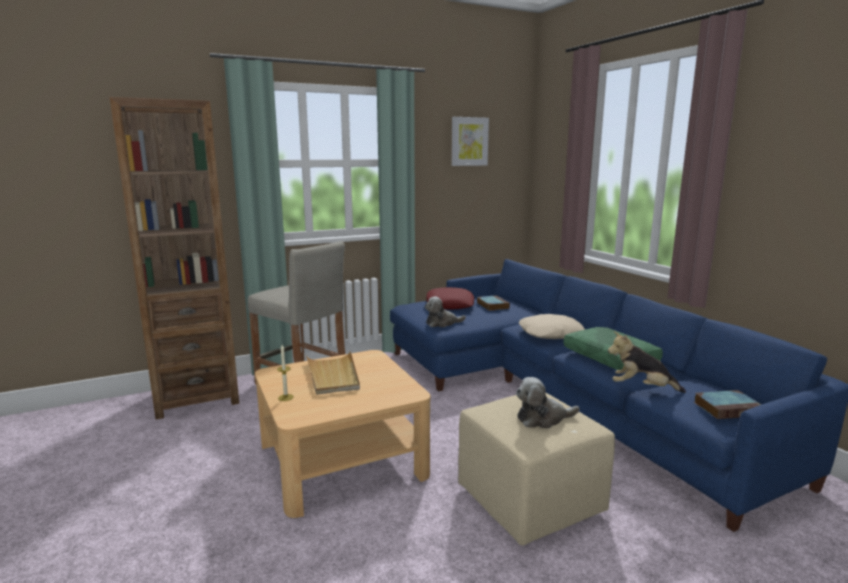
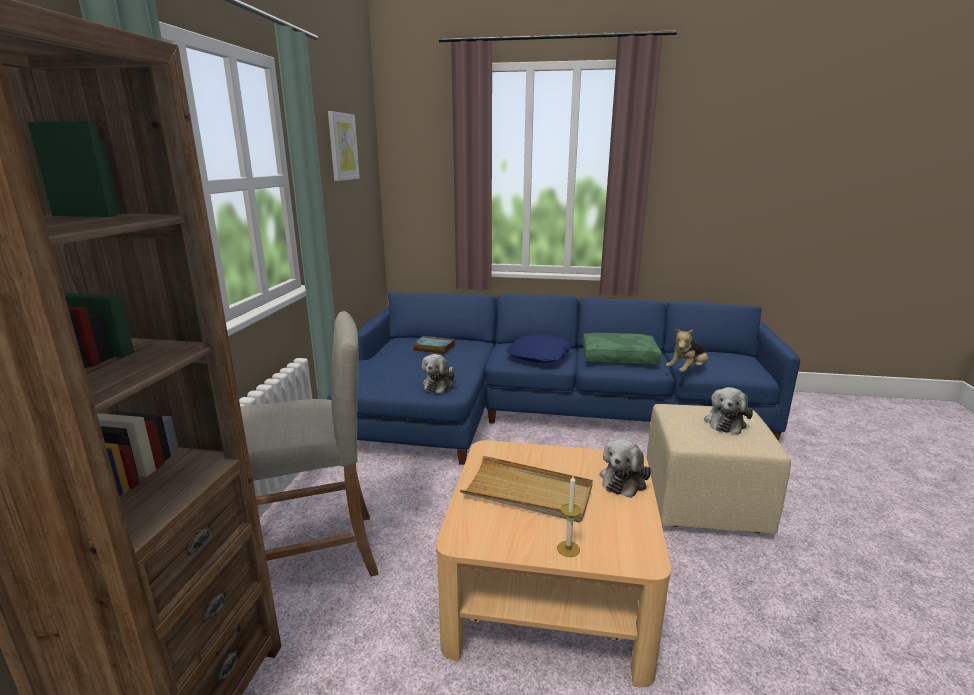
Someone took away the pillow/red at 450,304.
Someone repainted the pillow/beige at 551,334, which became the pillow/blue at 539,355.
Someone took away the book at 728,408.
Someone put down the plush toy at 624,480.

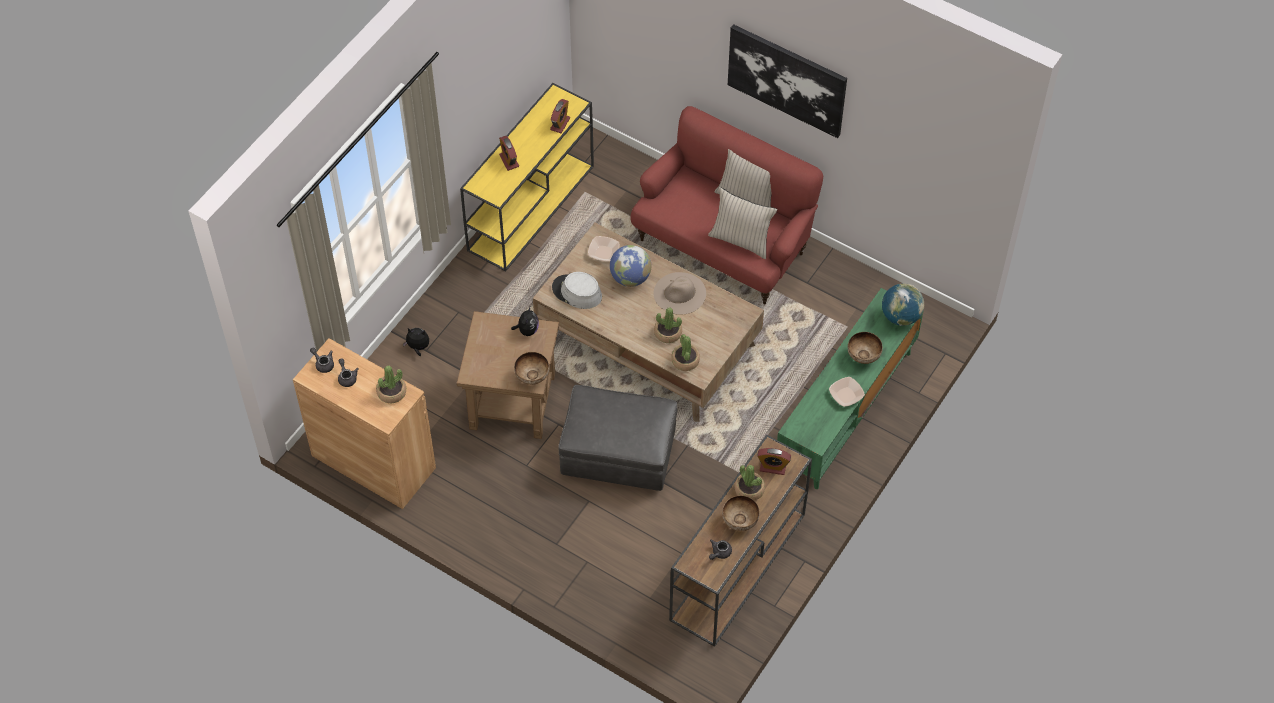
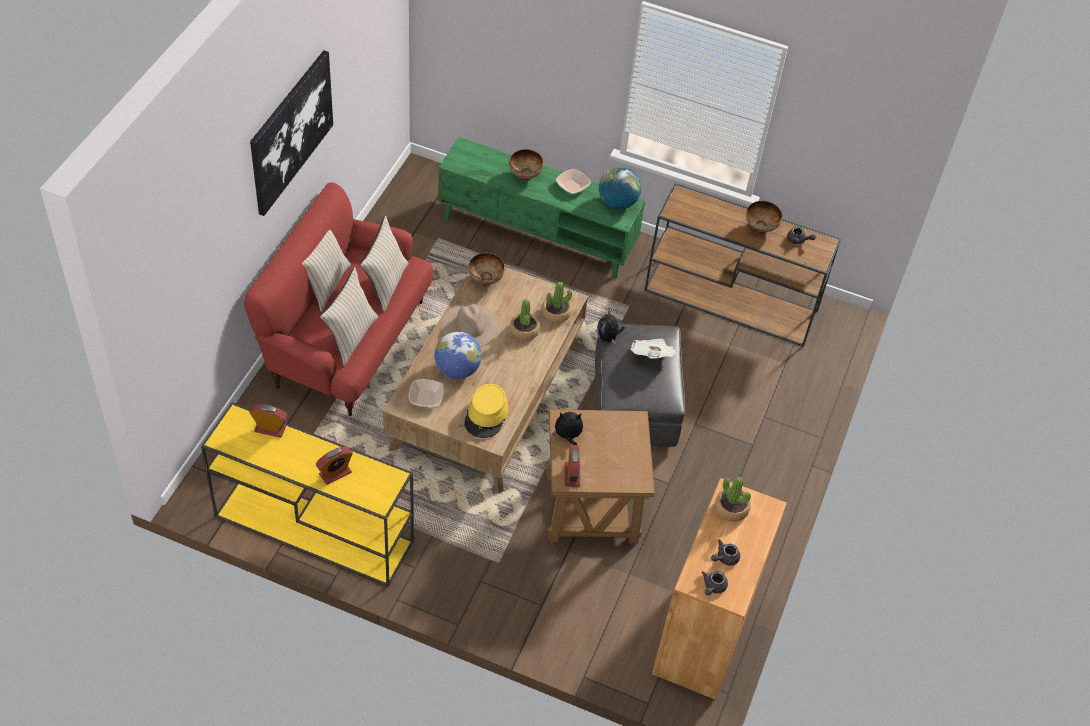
Someone carried the plush toy from 418,347 to 608,337.
Someone carried the bowl from 532,377 to 485,280.
Someone repainted the hat/grey at 577,292, which became the hat/yellow at 486,415.
Someone took away the potted plant at 749,489.
Someone carried the alarm clock from 773,467 to 572,475.
Someone carried the globe from 900,316 to 617,203.
Someone put down the pillow/beige at 350,337.
Someone put down the newspaper at 652,356.

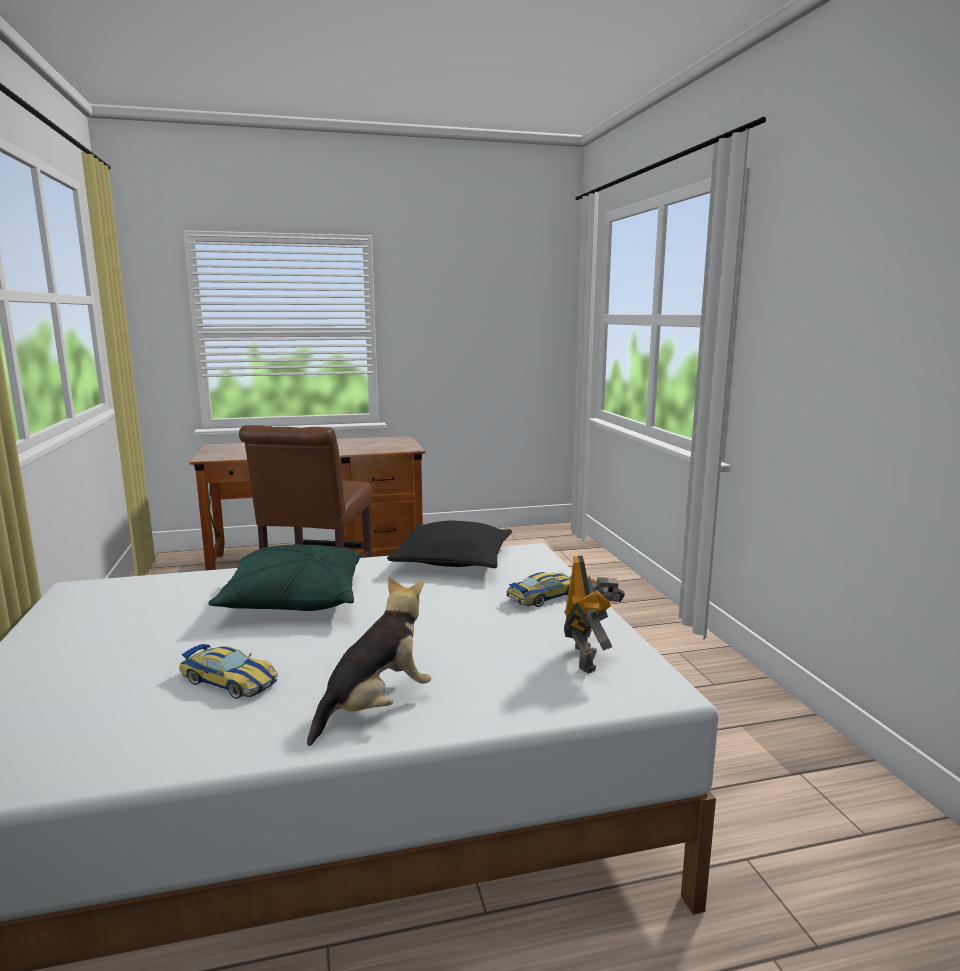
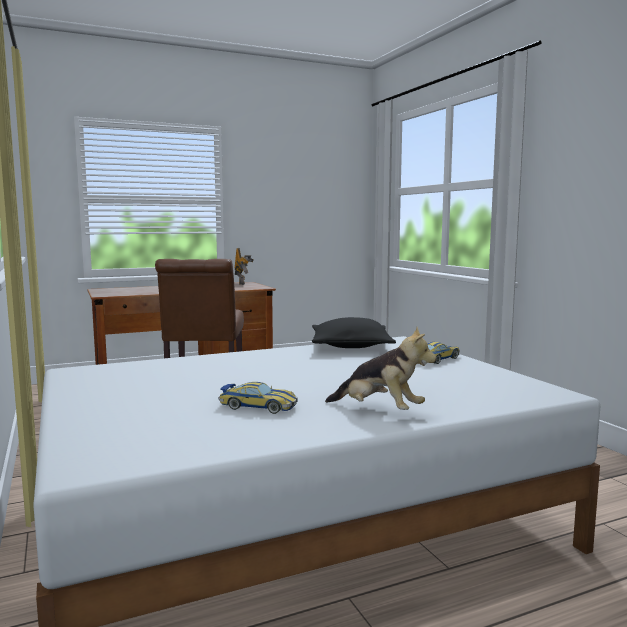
Someone took away the pillow/green at 294,601.
Someone rotated the plush toy at 375,706 by 90 degrees clockwise.
Someone carried the toy robot from 588,658 to 243,283.

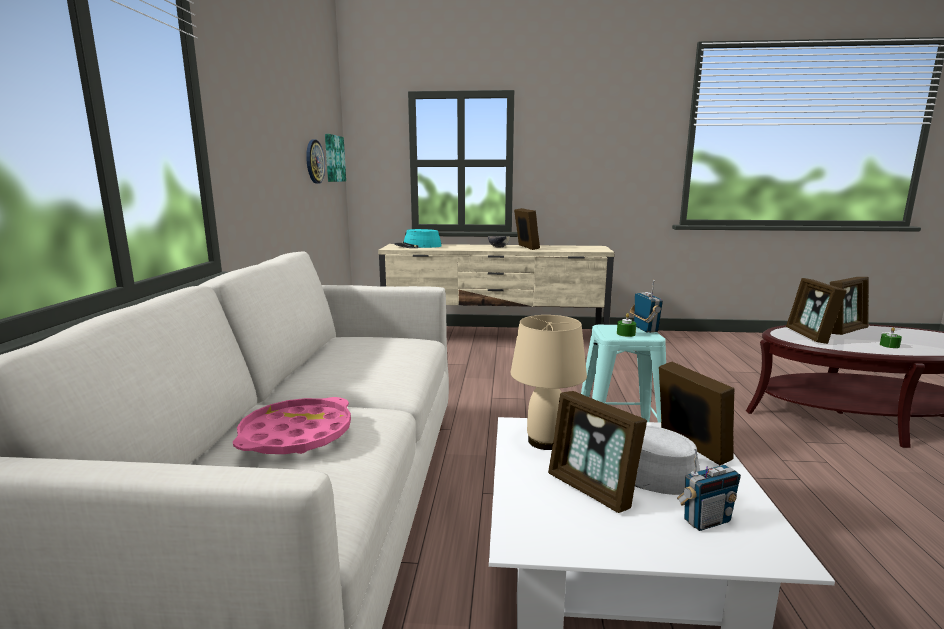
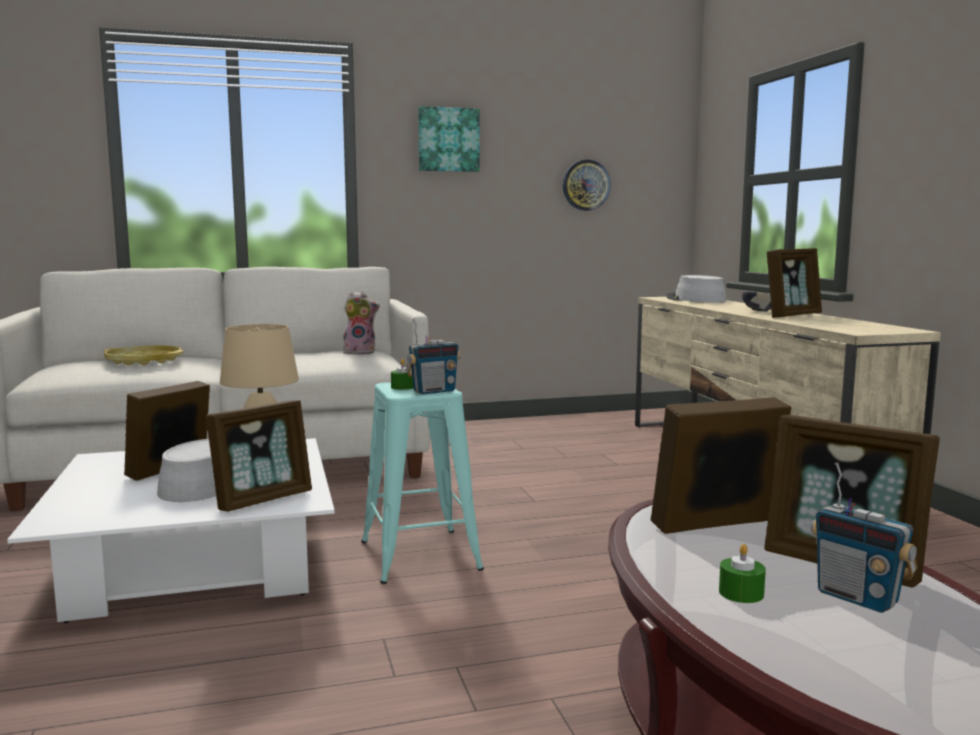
Someone repainted the tray/pink at 296,435, which became the tray/yellow at 144,361.
Someone carried the picture from 333,158 to 448,140.
Someone repainted the hat/turquoise at 418,246, which became the hat/grey at 695,300.
Someone carried the radio from 706,520 to 857,598.
Someone put down the plush toy at 360,352.

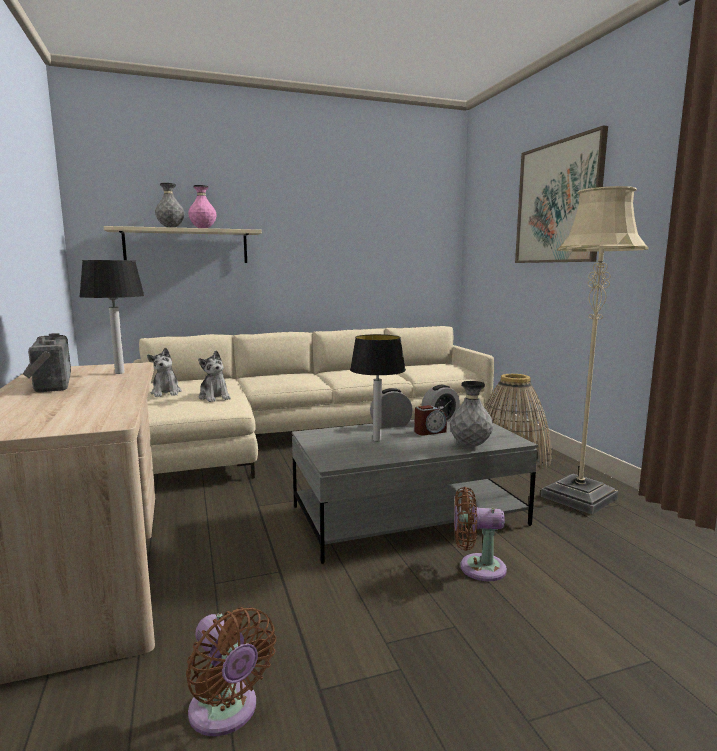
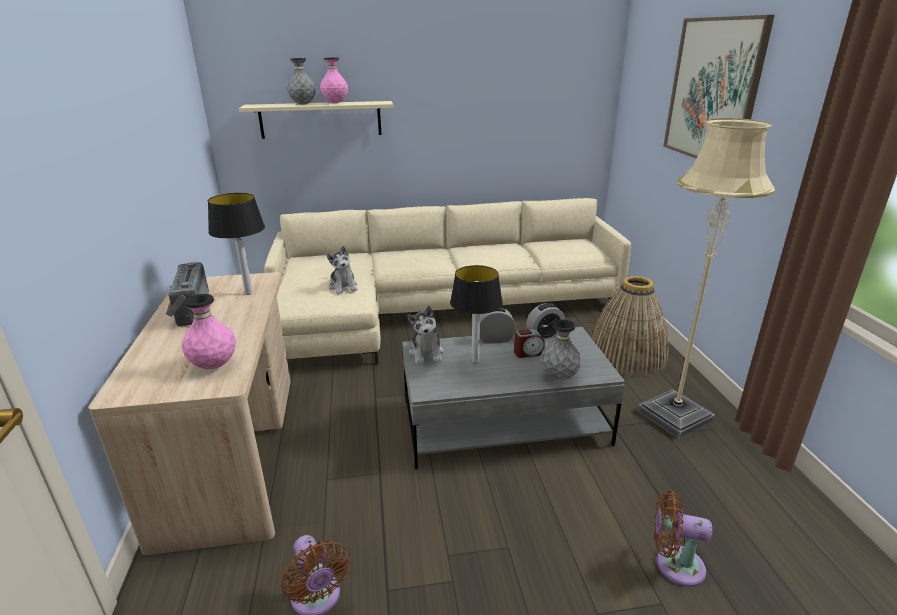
Someone carried the plush toy from 166,393 to 426,353.
Someone carried the fan/brown from 477,567 to 674,564.
Someone put down the vase/pink at 214,366.

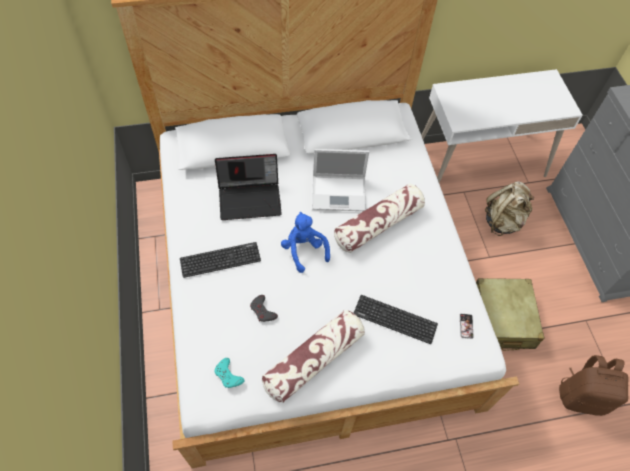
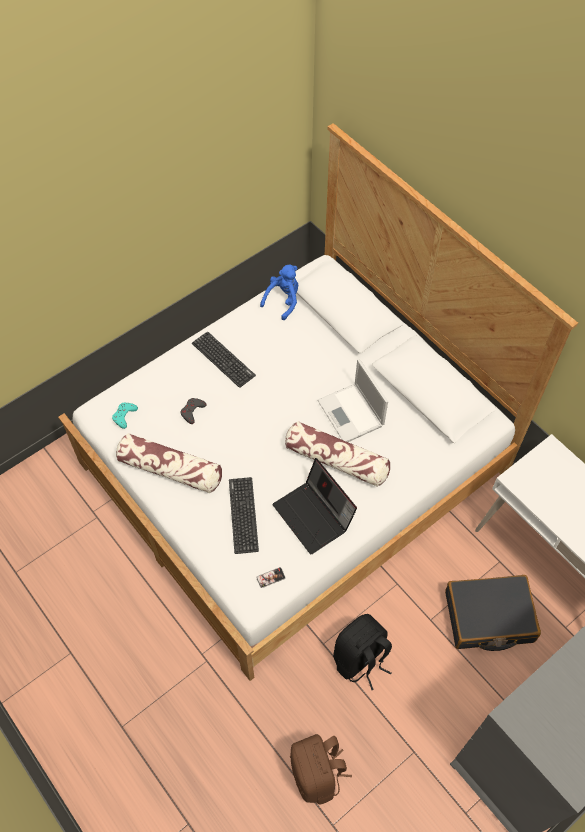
Someone carried the laptop from 250,198 to 314,516.
Someone carried the plush toy/blue from 304,250 to 283,300.
Someone swapped the suitcase/beige at 502,319 for the backpack/black at 360,659.
Someone swapped the backpack/beige at 503,221 for the suitcase/black at 488,617.

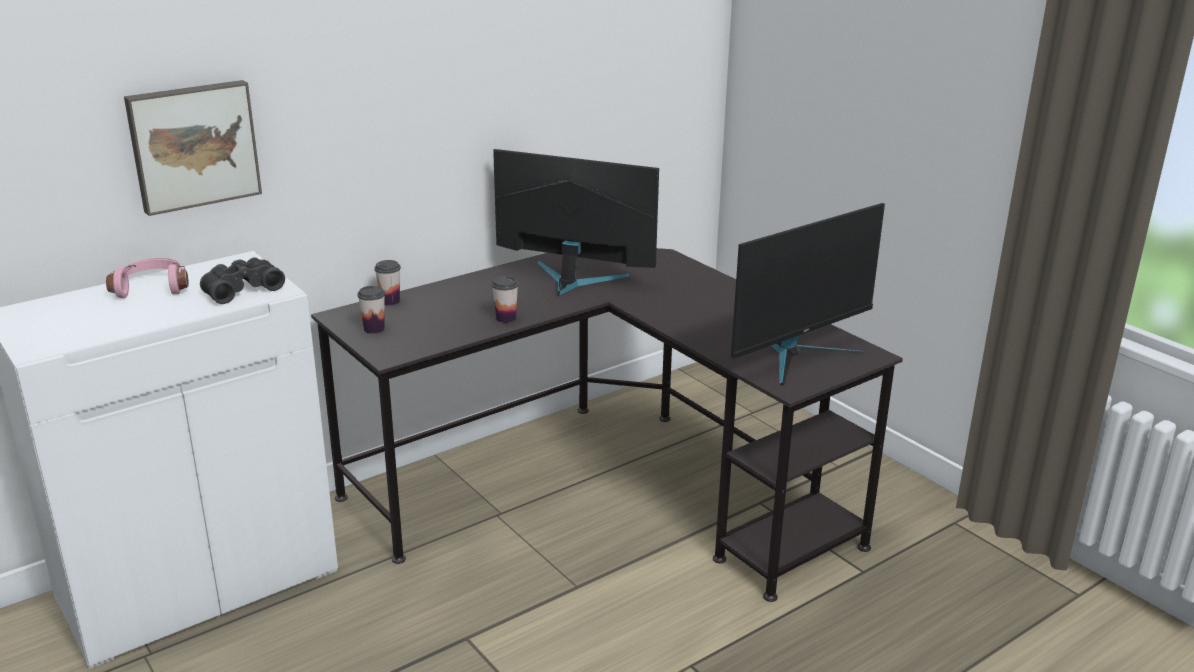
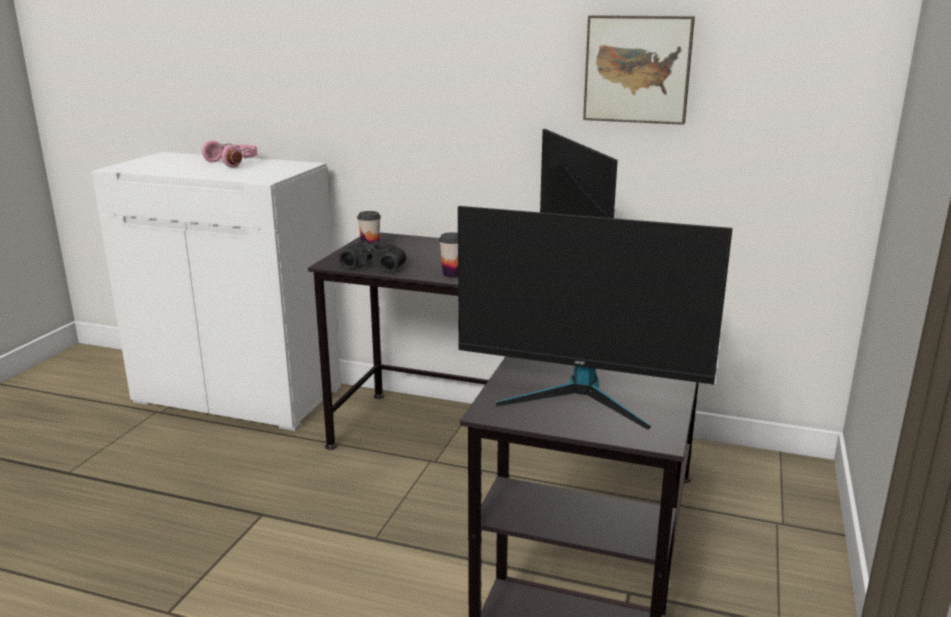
Someone carried the picture from 193,145 to 638,69.
Someone carried the binoculars/black from 241,289 to 375,265.
Someone took away the cup at 390,301.

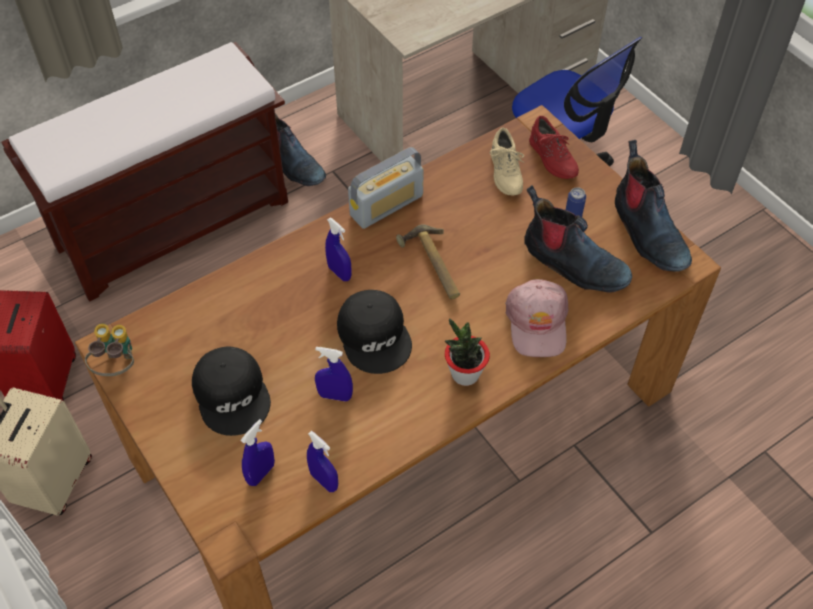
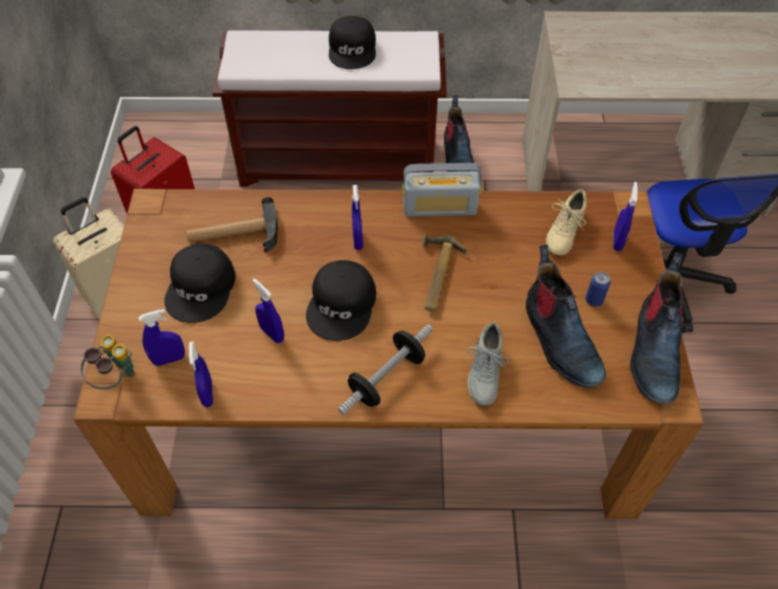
Someone carried the binoculars from 117,367 to 115,378.
Someone swapped the potted plant at 465,374 for the dumbbell at 386,378.
Someone swapped the cap/pink at 537,323 for the shoe/grey at 484,372.
Someone swapped the shoe/red at 552,158 for the spray bottle/blue at 617,241.
Someone put down the hammer at 234,234.
Someone put down the cap/black at 353,49.

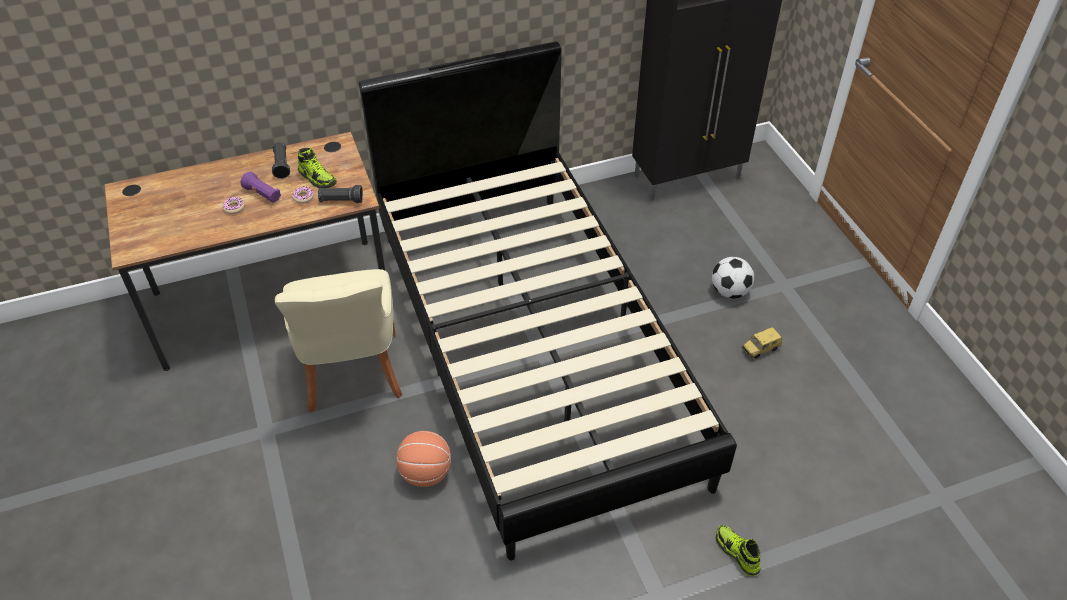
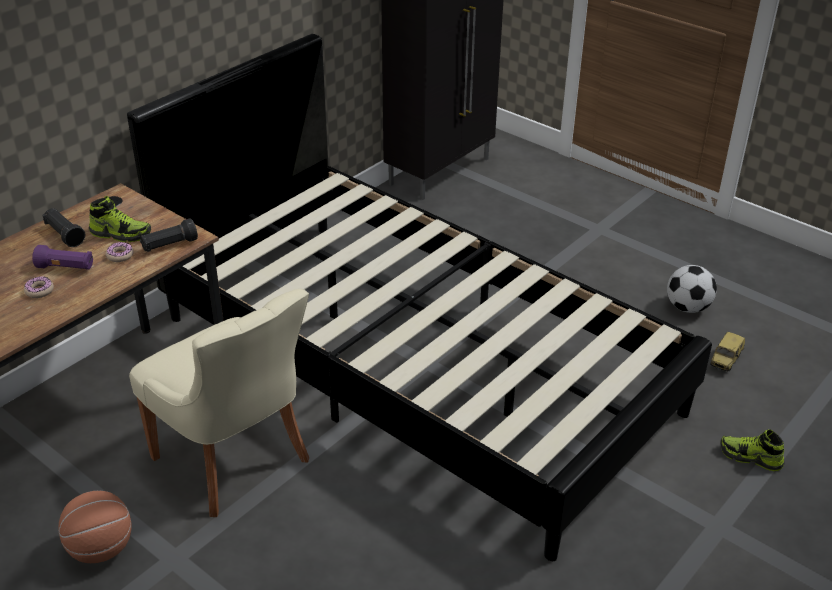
Someone carried the basketball from 425,473 to 100,549.
Someone carried the football from 729,291 to 687,307.
Someone carried the toy car from 760,350 to 726,361.

